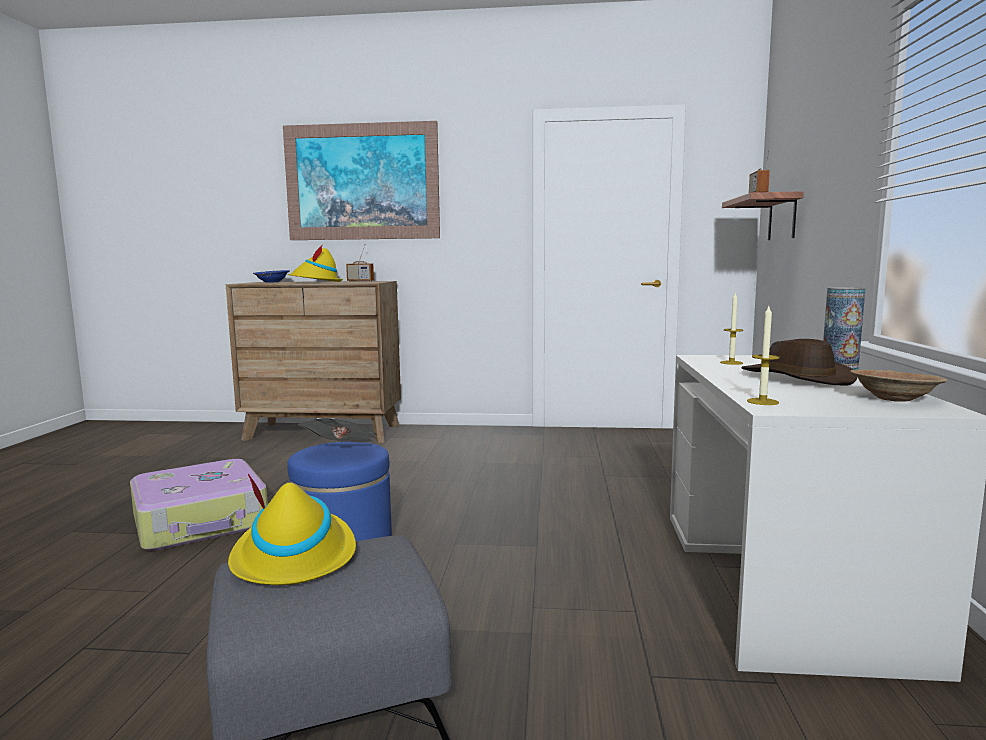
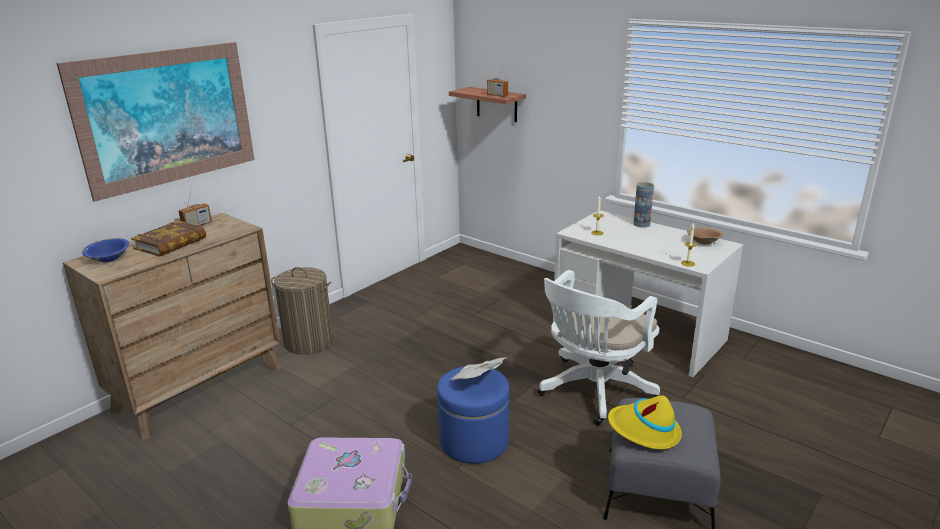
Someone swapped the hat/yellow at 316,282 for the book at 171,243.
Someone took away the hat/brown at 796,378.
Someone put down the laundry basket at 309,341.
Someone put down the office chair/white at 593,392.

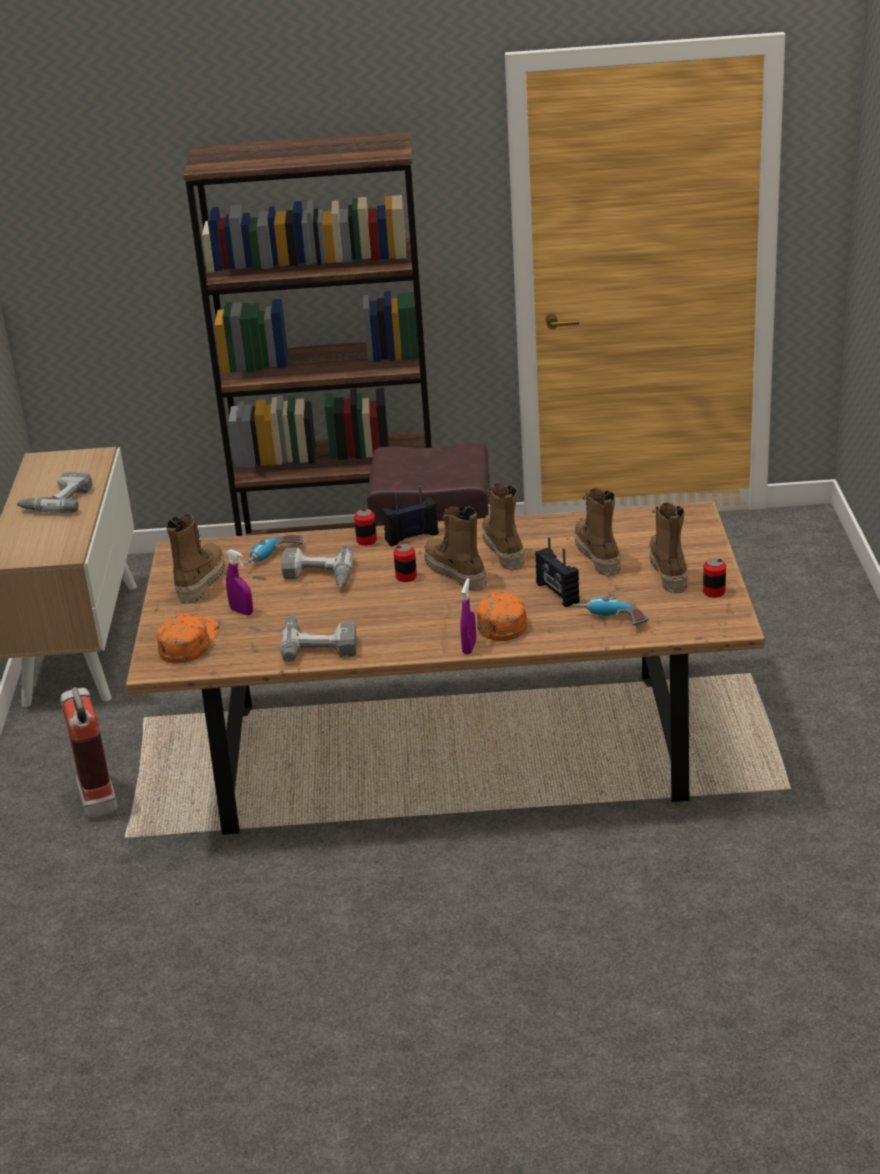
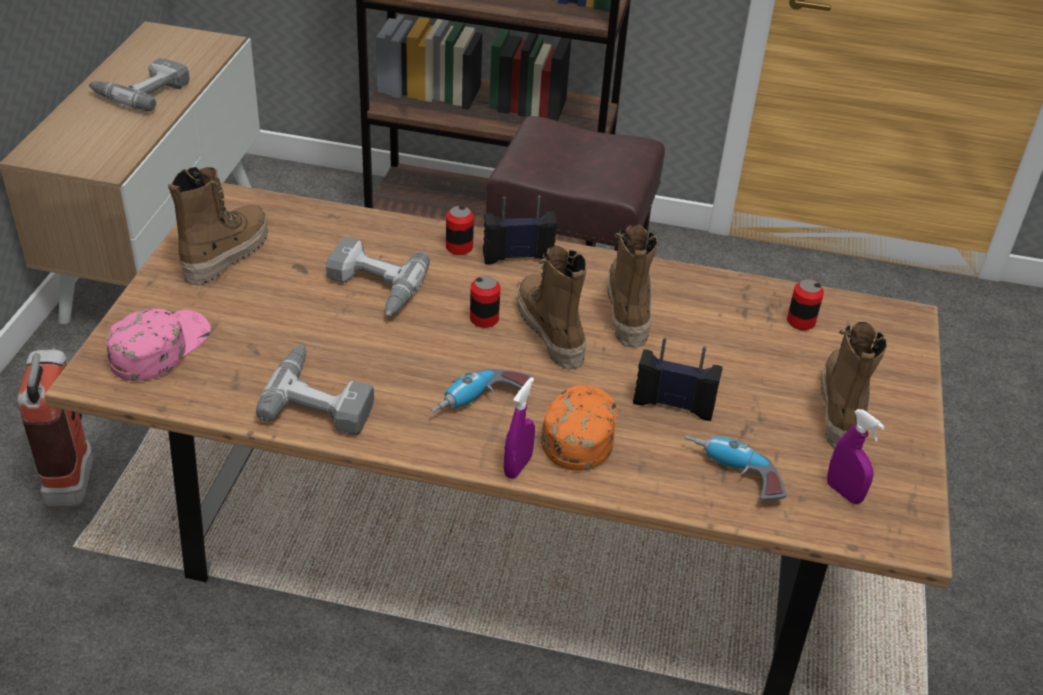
Someone repainted the cap/orange at 188,642, which became the cap/pink at 159,347.
Someone carried the spray bottle/purple from 241,611 to 843,492.
Someone carried the power drill from 273,557 to 481,403.
Someone rotated the radio at 557,593 by 120 degrees clockwise.
Someone took away the boot at 597,556.
Someone carried the can from 714,592 to 800,321.

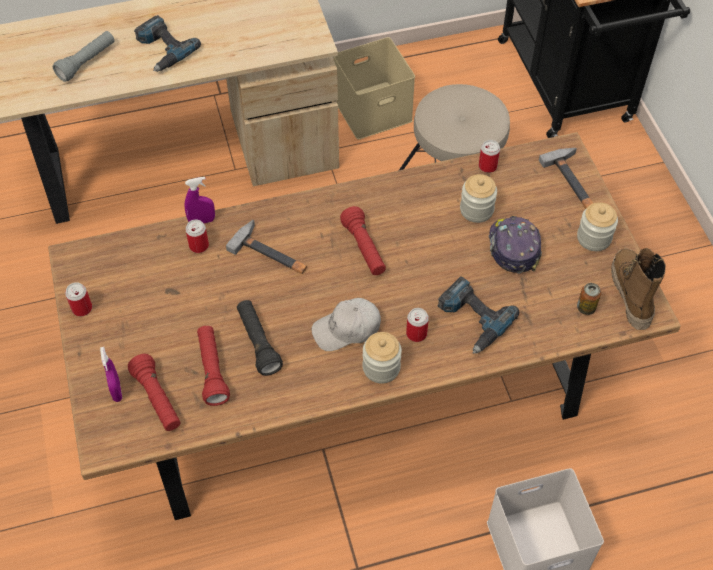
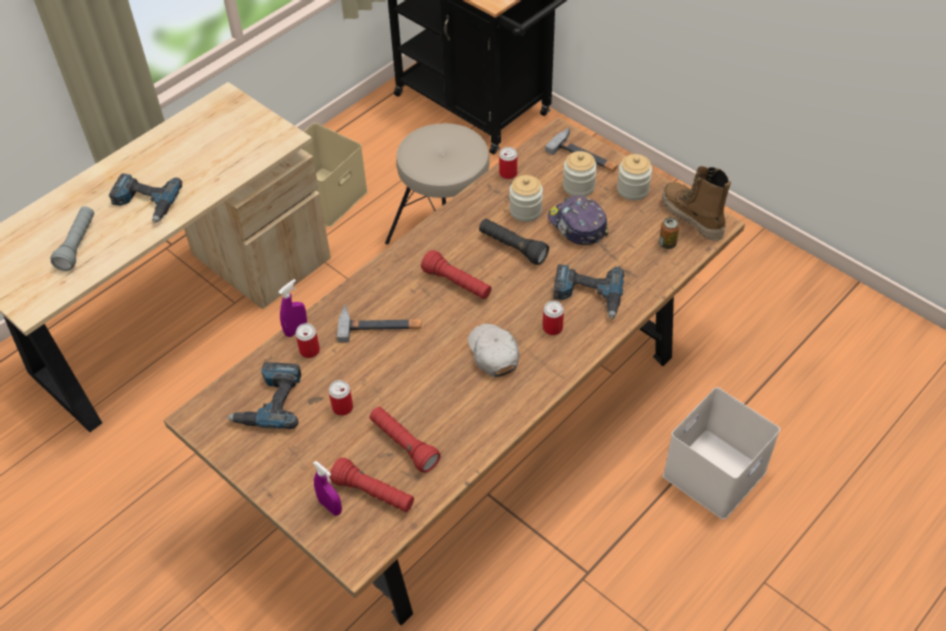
Someone carried the can from 82,308 to 342,407.
Someone carried the flashlight/black from 258,342 to 512,247.
Someone rotated the cap/white at 347,329 by 120 degrees clockwise.
Someone carried the jar from 381,367 to 578,186.
Someone put down the power drill at 270,401.

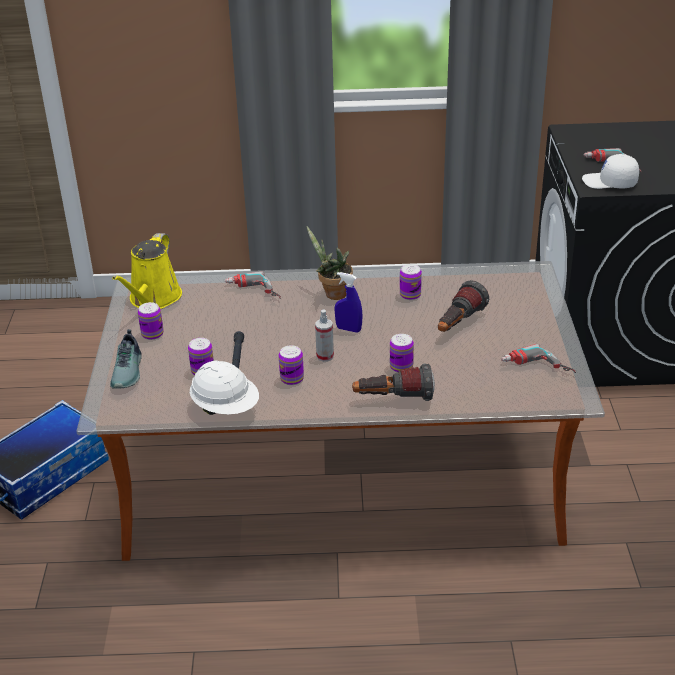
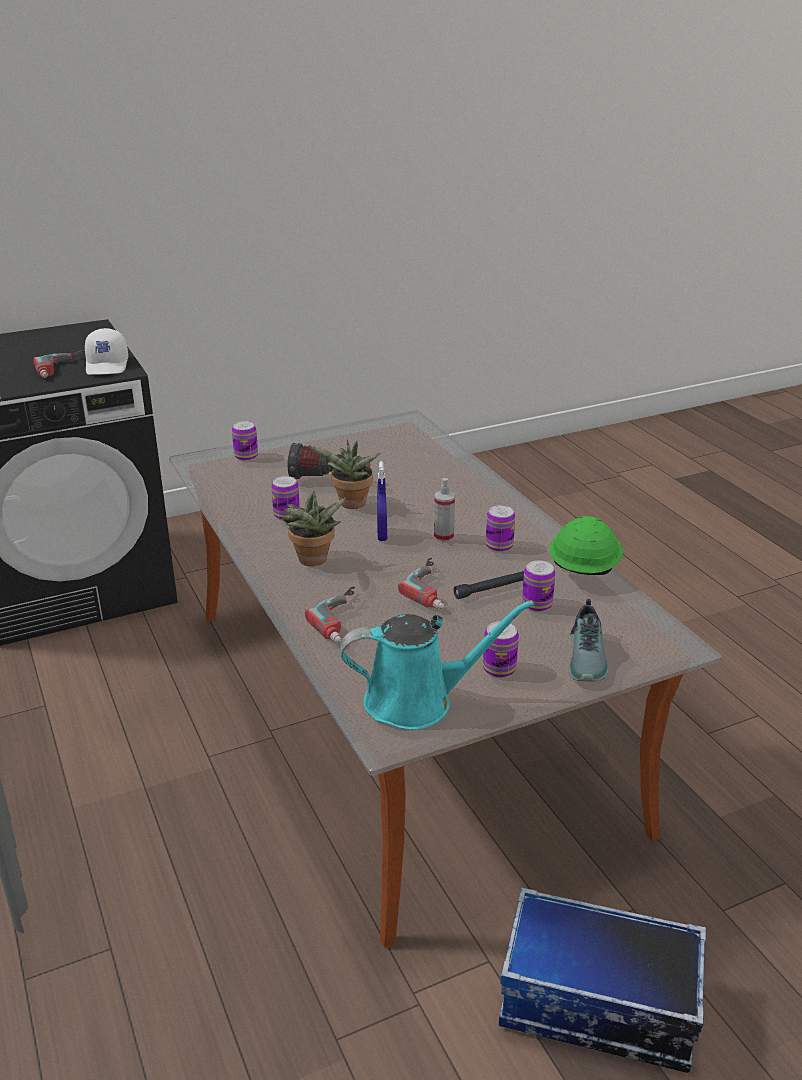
Someone rotated the shoe at 129,371 by 120 degrees clockwise.
Someone repainted the watering can/yellow at 153,299, which became the watering can/turquoise at 417,701.
Someone repainted the hard hat/white at 226,408, which became the hard hat/green at 583,569.
Someone took away the flashlight at 393,399.
Someone carried the can from 401,367 to 246,456.
Someone carried the power drill from 536,369 to 435,588.
Someone put down the potted plant at 350,505.

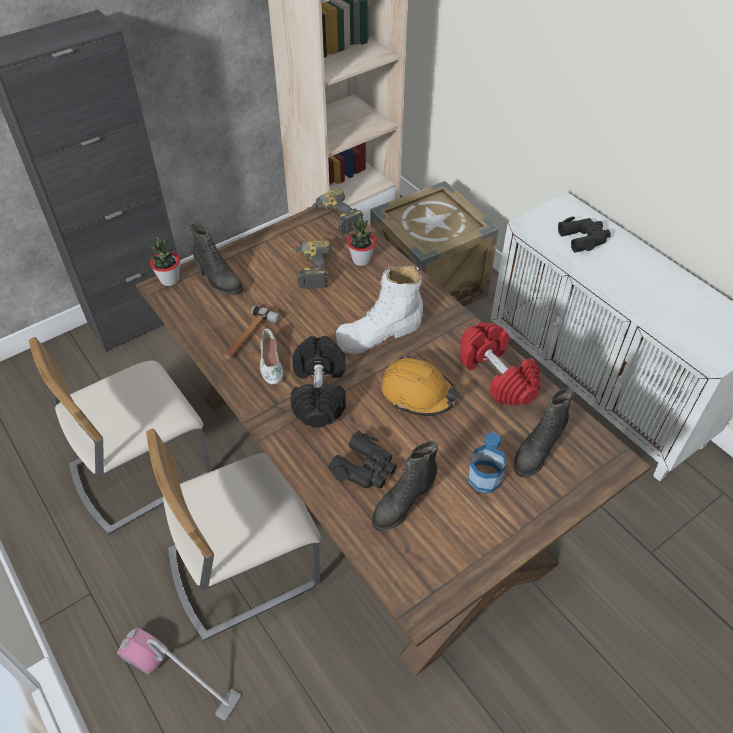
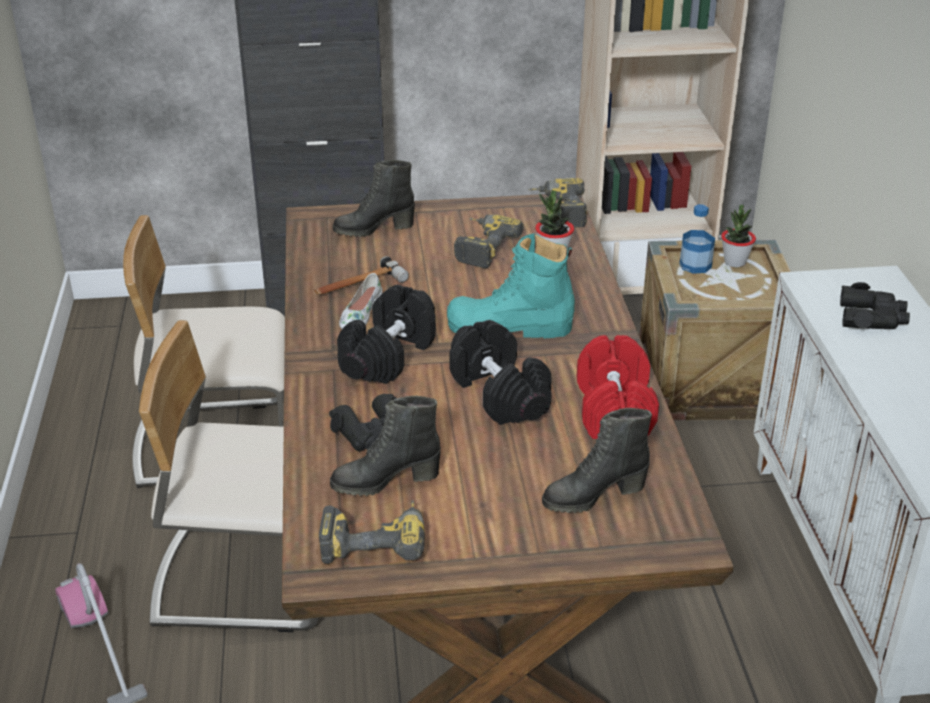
Someone carried the potted plant from 169,280 to 735,262.
Someone rotated the boot/black at 218,281 by 90 degrees clockwise.
Someone repainted the boot/white at 379,333, which became the boot/turquoise at 509,327.
Someone swapped the hard hat/orange at 418,393 for the dumbbell/black at 500,394.
Someone carried the bottle from 484,478 to 695,265.
Someone put down the power drill at 375,540.

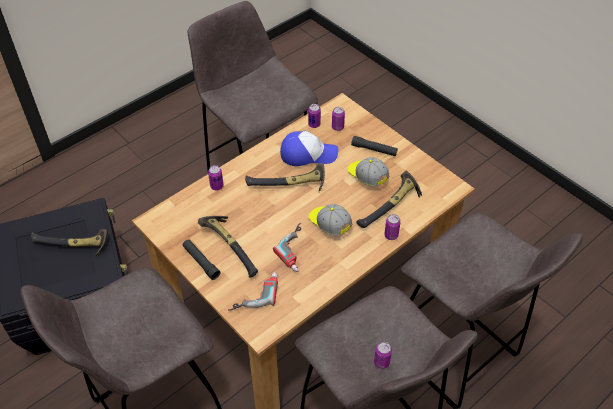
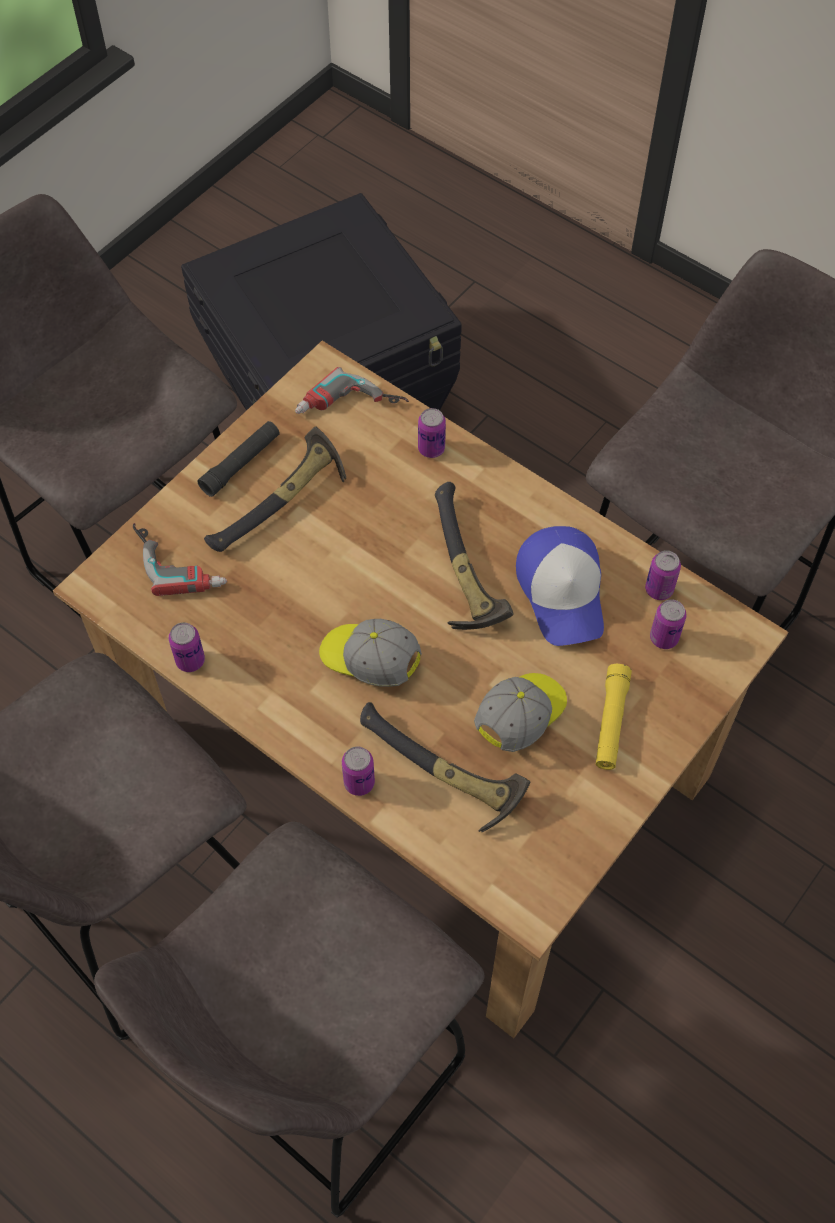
Someone took away the hammer at 73,246.
Someone carried the power drill from 297,250 to 350,410.
Someone rotated the cap at 329,224 by 105 degrees counterclockwise.
Someone repainted the flashlight/black at 374,150, which became the flashlight/yellow at 611,722.
Someone carried the can from 381,362 to 190,660.

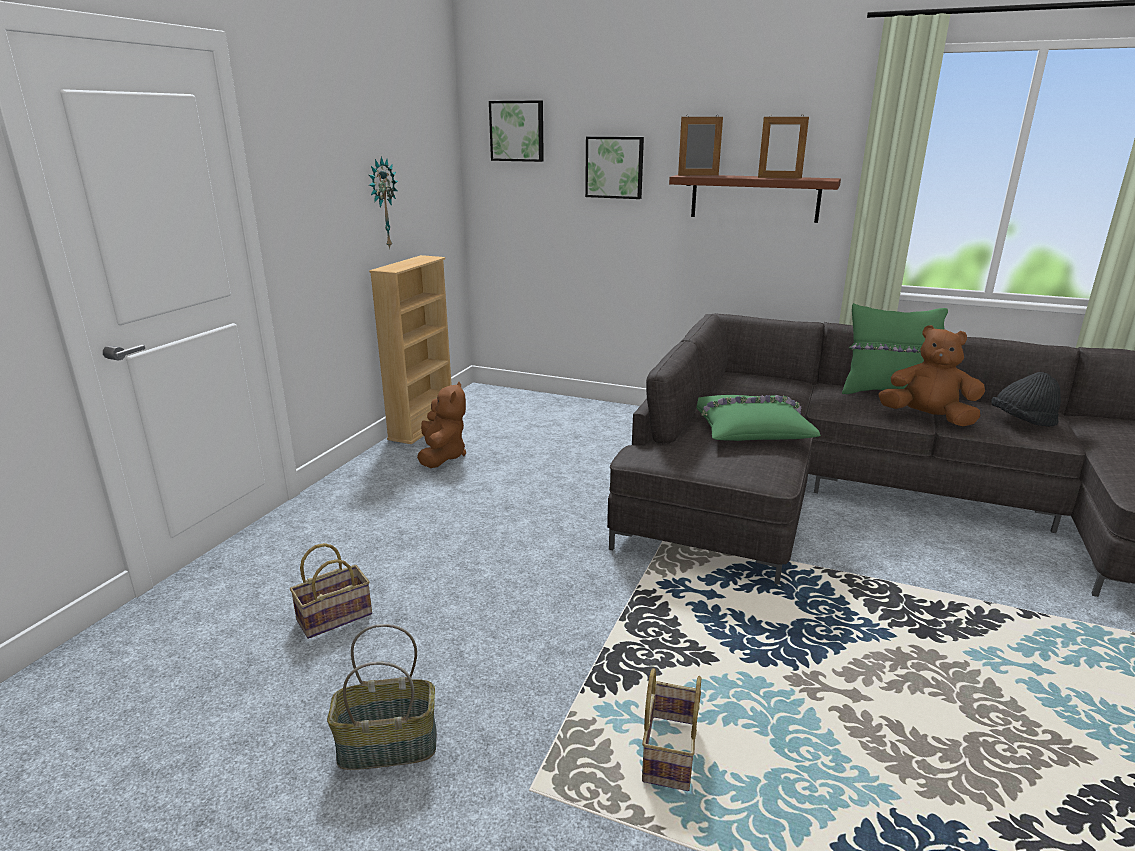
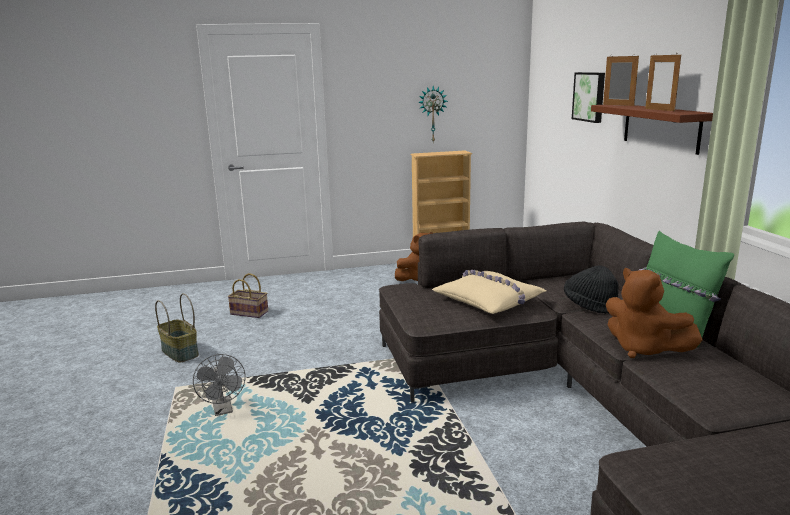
Someone took away the picture at 517,131.
Someone swapped the basket at 668,752 for the fan/grey at 223,410.
Someone repainted the pillow/green at 749,429, which became the pillow/beige at 489,300.
Someone rotated the plush toy/brown at 927,418 by 150 degrees clockwise.
Someone carried the hat/black from 1022,422 to 590,305.

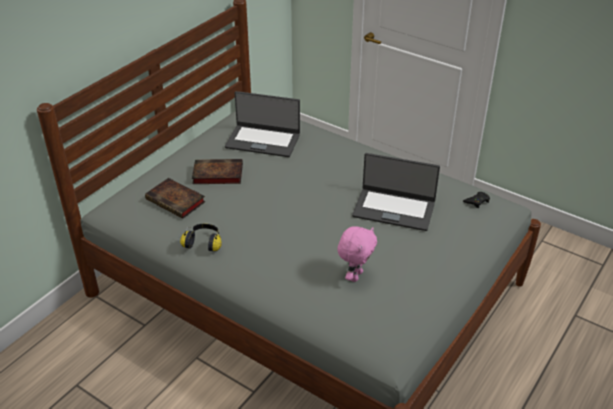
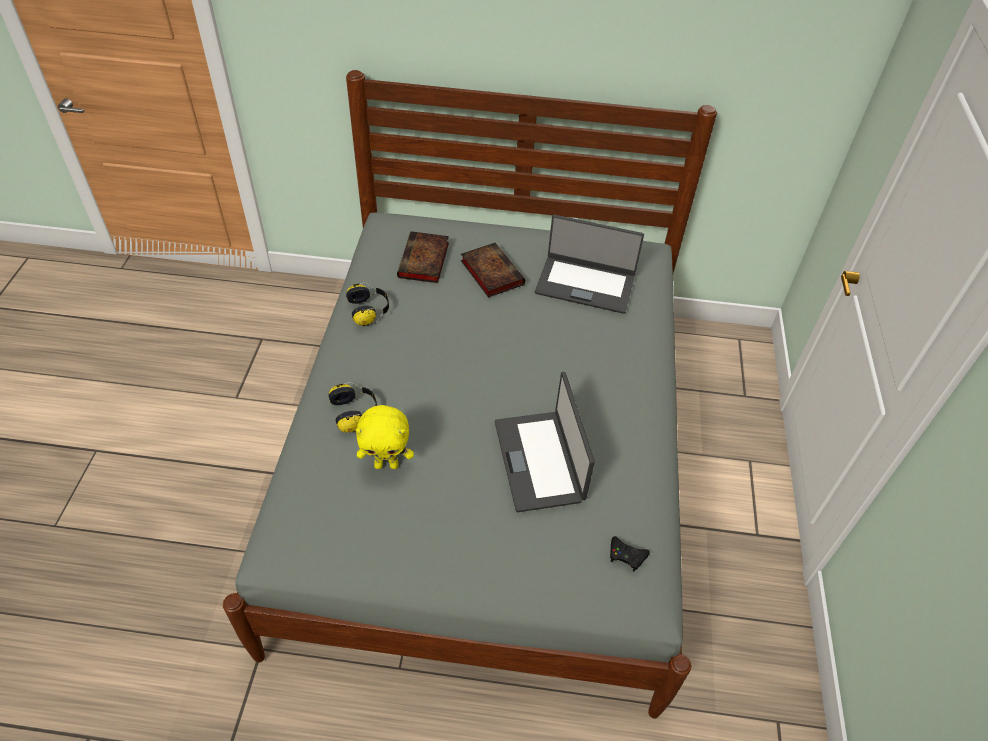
Someone rotated the laptop at 263,140 by 60 degrees counterclockwise.
Someone repainted the plush toy/pink at 355,275, which became the plush toy/yellow at 387,464.
Someone put down the headphones at 355,413.

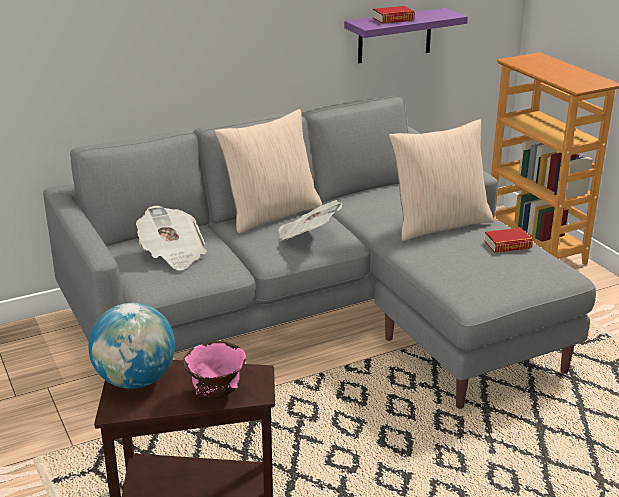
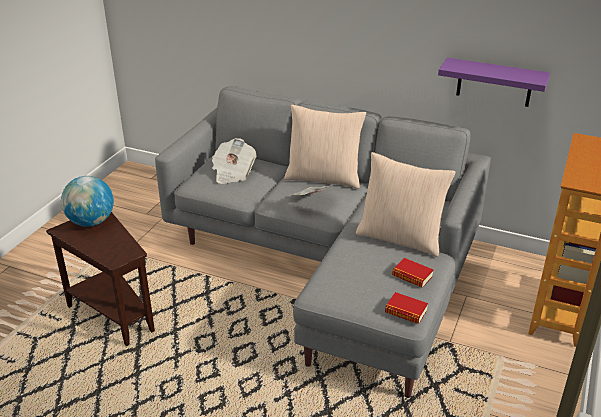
Someone took away the bowl/pink at 216,394.
Someone carried the book from 393,19 to 406,312.

